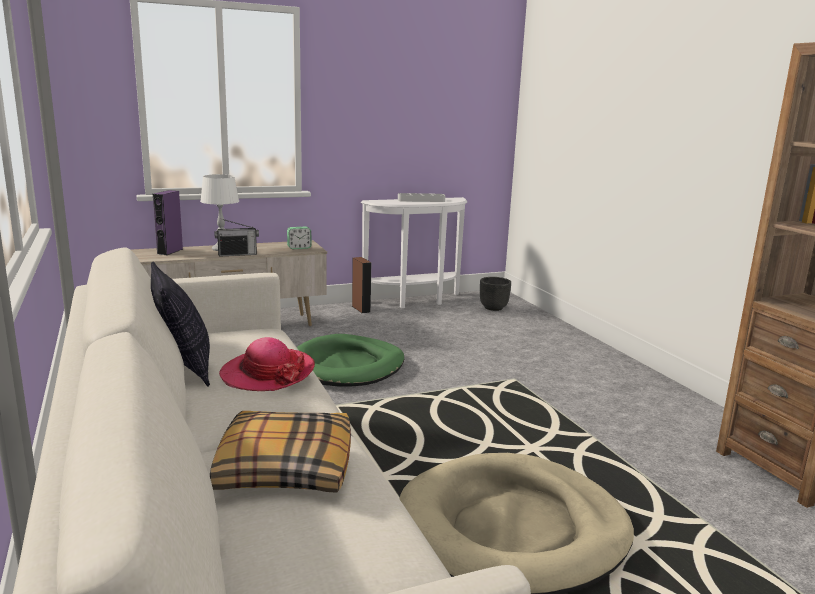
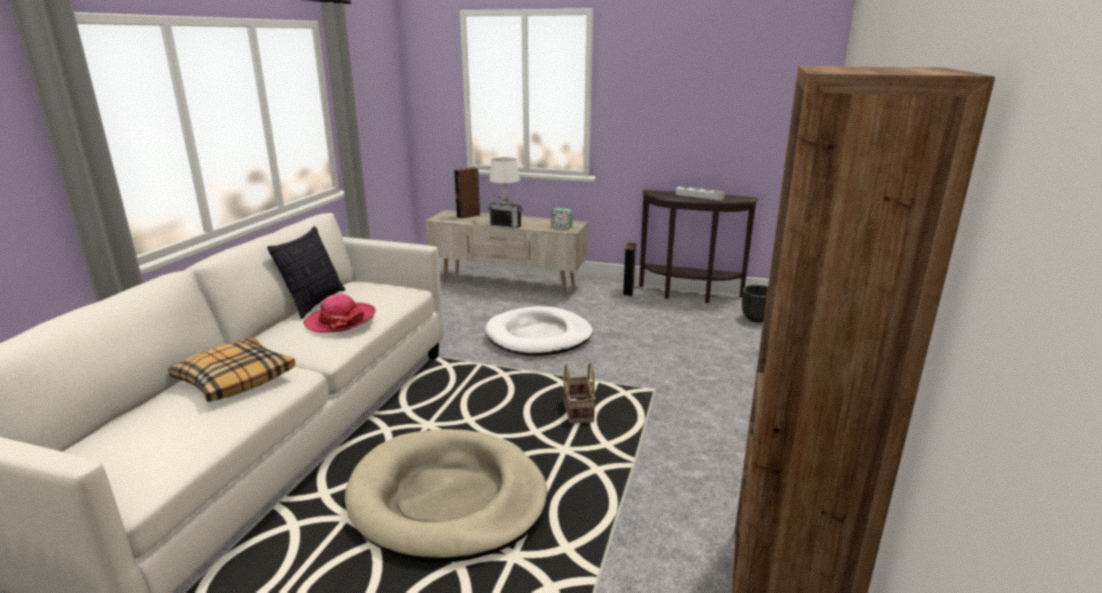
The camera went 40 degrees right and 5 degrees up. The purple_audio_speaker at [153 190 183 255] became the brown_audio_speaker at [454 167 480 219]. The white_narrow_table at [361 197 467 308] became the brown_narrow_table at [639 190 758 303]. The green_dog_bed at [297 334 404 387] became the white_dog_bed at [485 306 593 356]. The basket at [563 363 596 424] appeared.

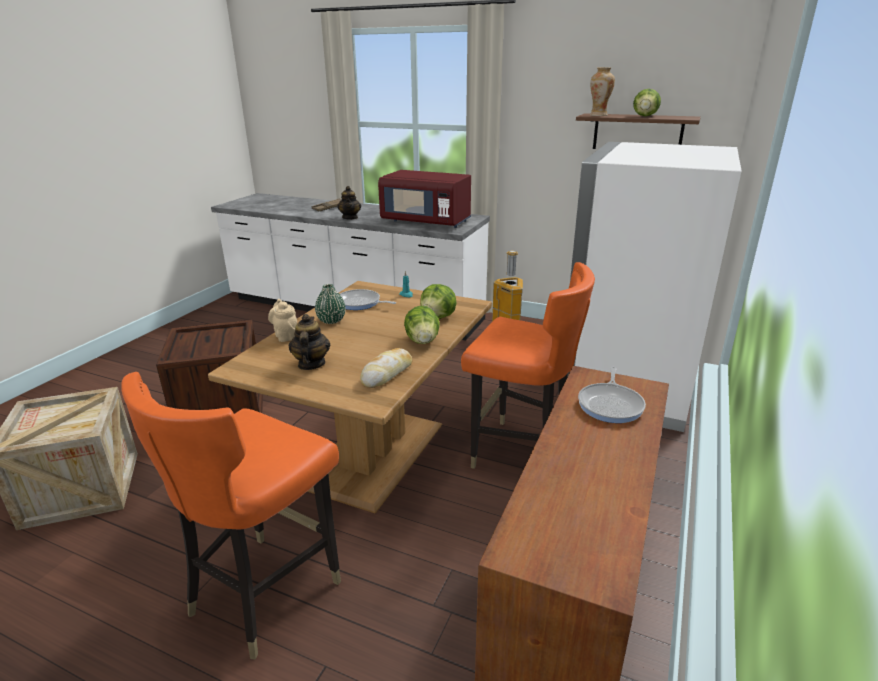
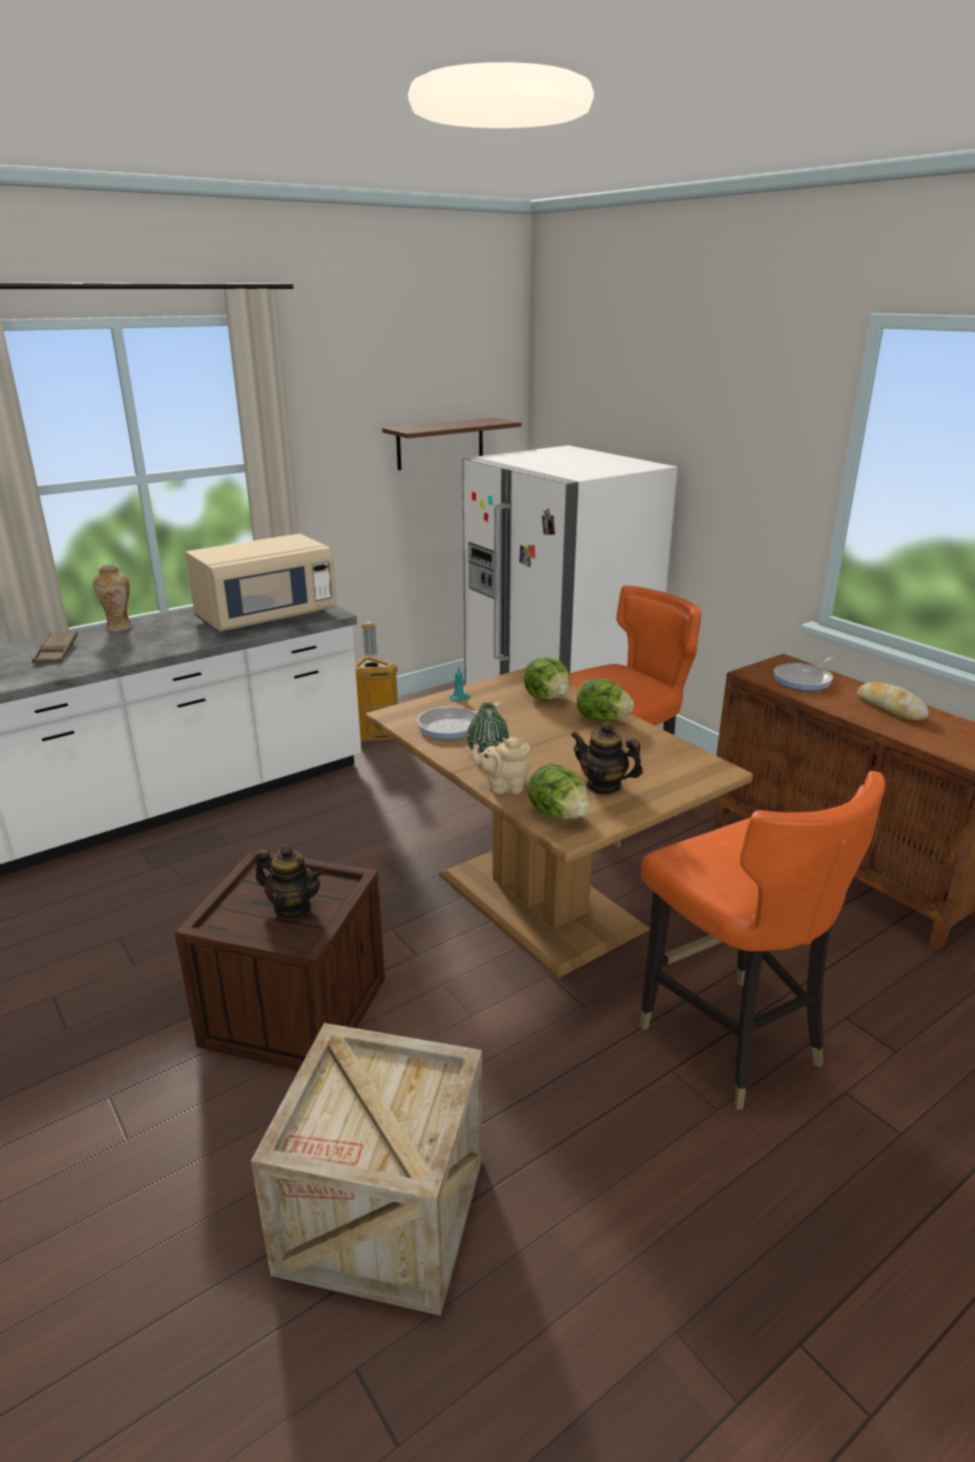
The camera went 60 degrees left and 0 degrees up. The decorative_vase moved from [590 67 615 116] to [93 564 132 631]. The lettuce moved from [633 89 661 116] to [528 763 590 820]. The red_microwave at [378 170 471 228] became the sand-coloured_microwave at [185 534 337 632]. The teapot moved from [337 186 361 220] to [255 845 323 917]. The bread moved from [360 348 413 388] to [857 682 929 721]. The skillet at [578 367 646 423] turned 90 degrees clockwise.

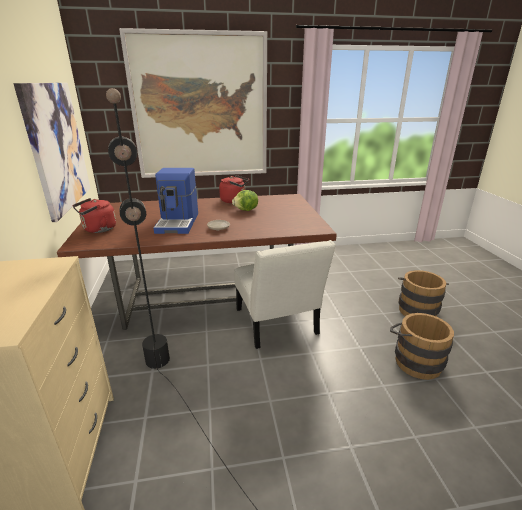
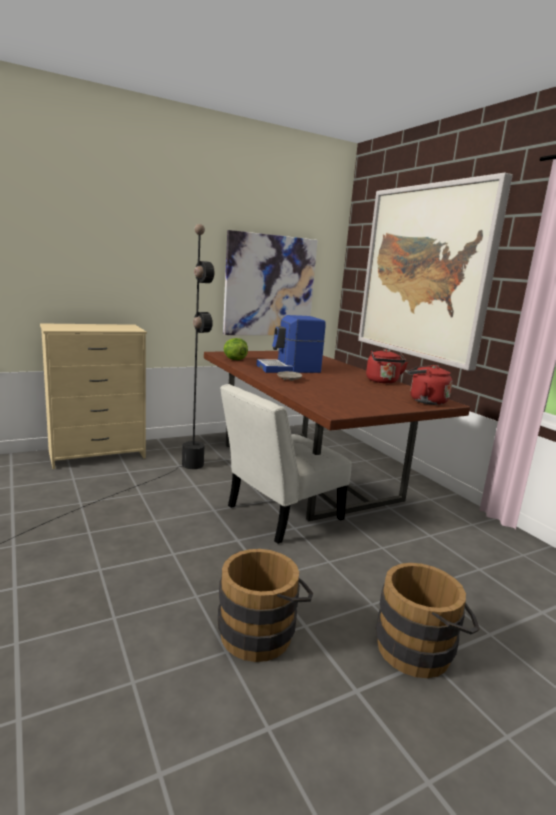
The camera went 70 degrees right and 10 degrees down. The lettuce moved from [232 190 258 211] to [224 338 248 360]. The red_kettle moved from [73 198 116 233] to [408 365 452 405].

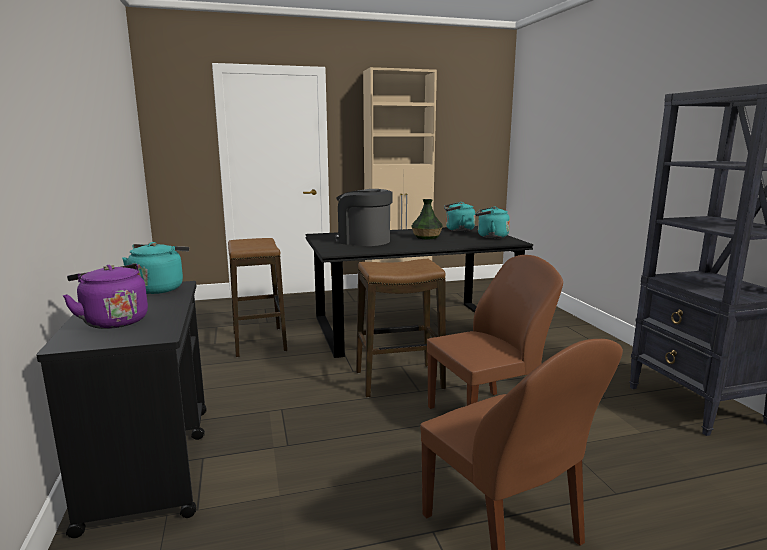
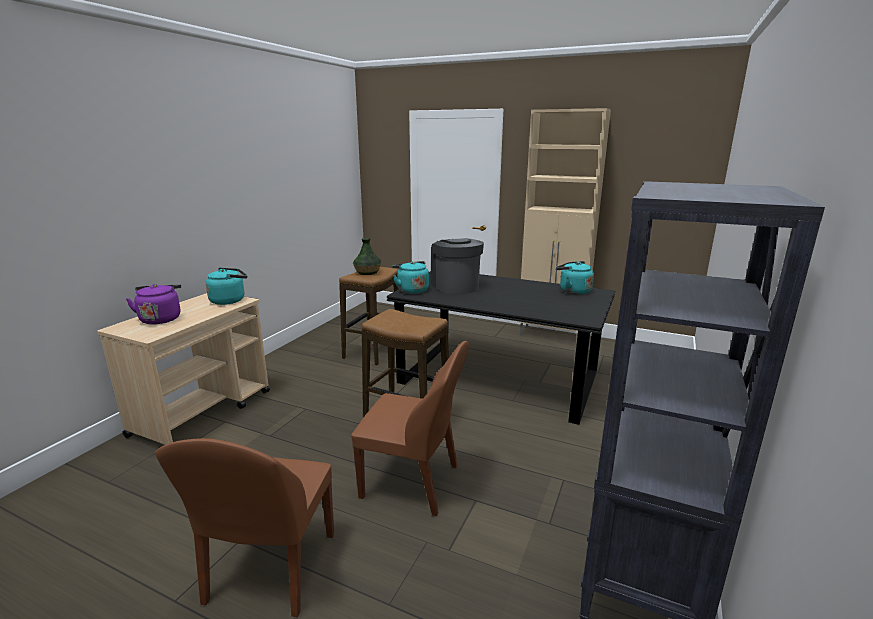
The camera went 40 degrees right and 5 degrees up. The decorative_vase moved from [411 199 443 239] to [353 238 381 275]. The blue-green_kettle moved from [475 207 510 238] to [392 261 429 294]. The blackish_wheeled_cart at [36 281 207 538] became the sand-coloured_wheeled_cart at [97 293 270 445].

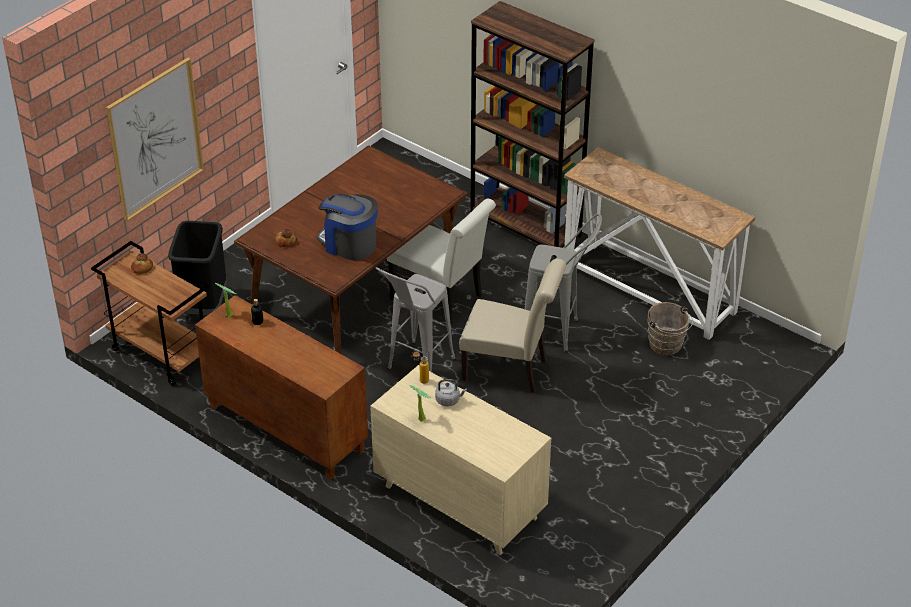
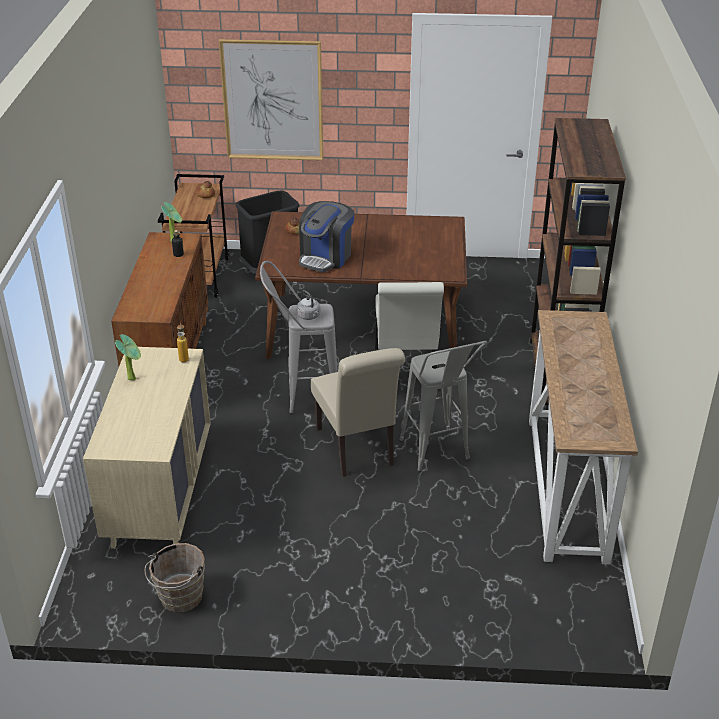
The camera went 55 degrees right and 5 degrees down. The coffee_brewer at [317 194 378 260] turned 150 degrees counterclockwise. The brown_bucket moved from [647 302 693 355] to [145 543 205 612]. The grey_kettle moved from [435 379 467 406] to [297 290 320 320].

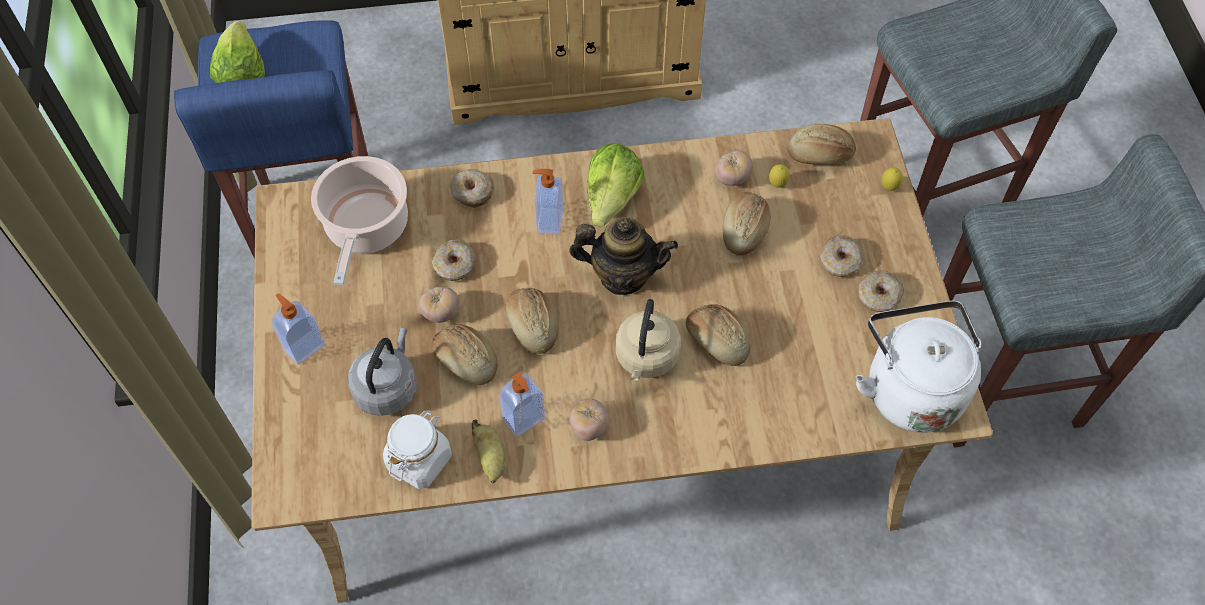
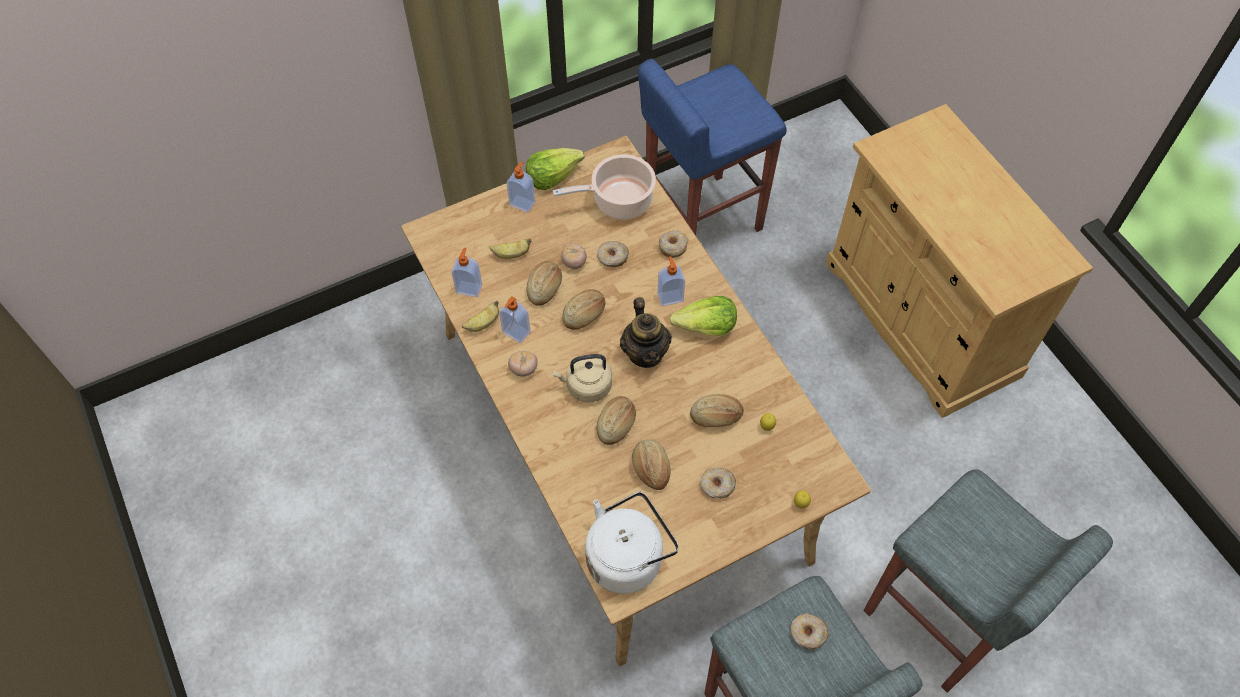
The camera went 70 degrees right and 0 degrees up. The lettuce moved from [210 21 265 83] to [526 148 584 190]. The bread moved from [787 124 856 165] to [632 440 671 490]. The whole_tomato at [715 151 752 186] disappeared. The ring_doughnut moved from [858 271 904 312] to [790 613 829 649]. The grey_kettle at [348 328 417 416] was replaced by the banana_fruit at [489 238 532 259]. The white_jar at [383 411 452 489] was replaced by the soap_bottle at [452 248 482 297].

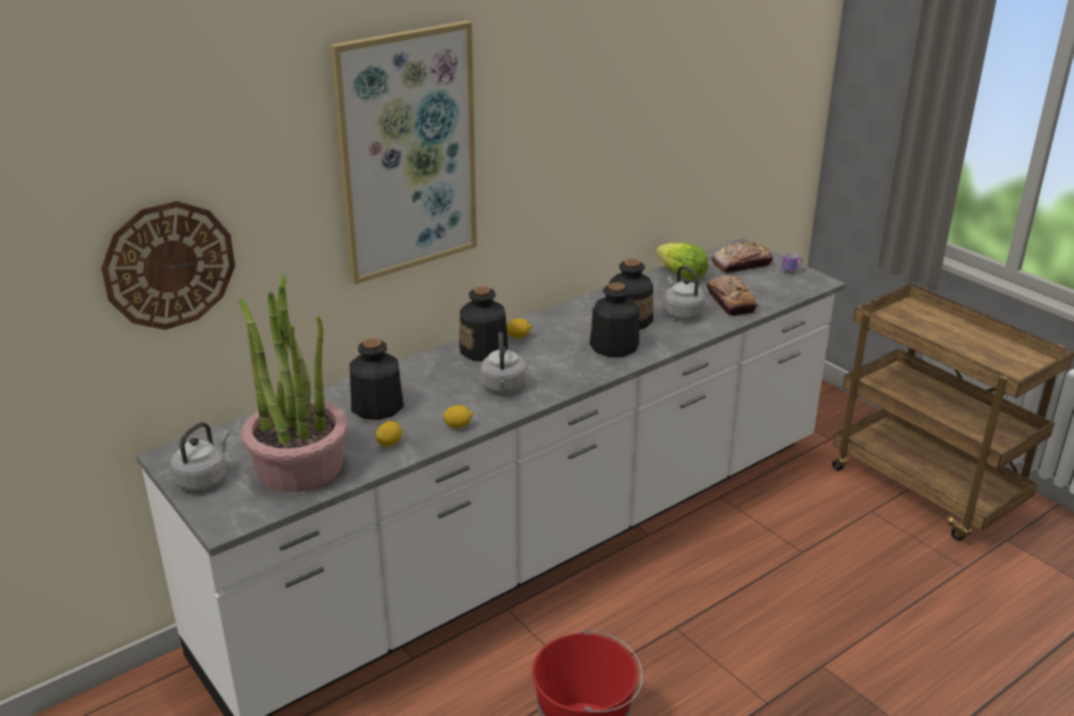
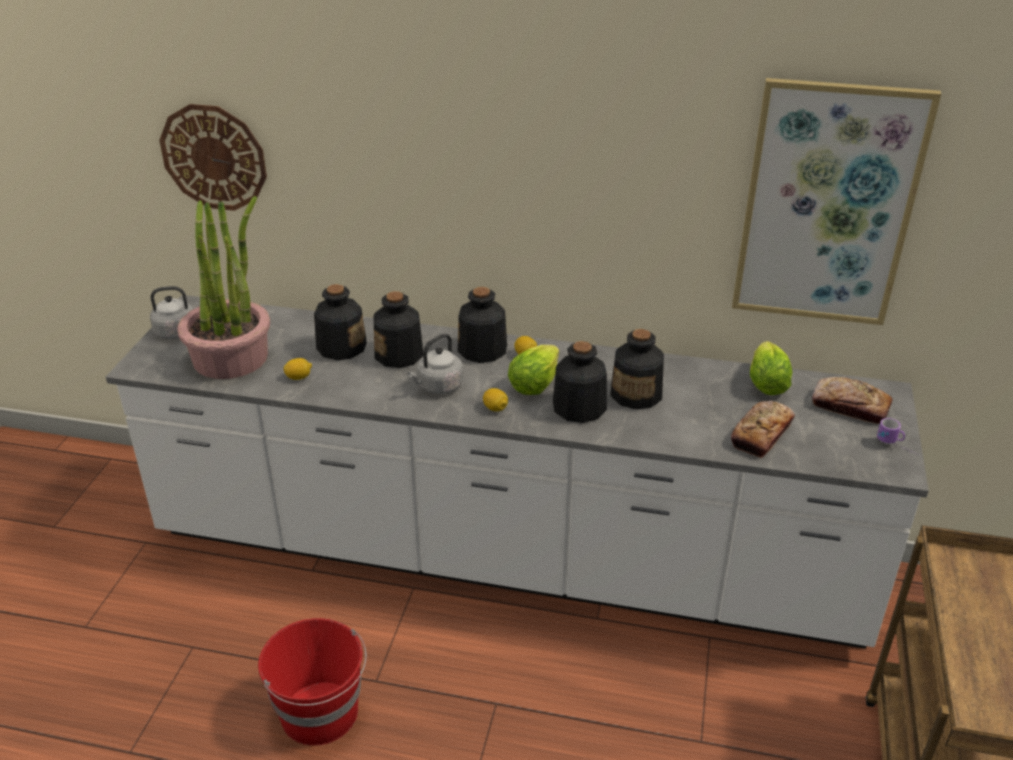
The camera went 50 degrees right and 5 degrees up. The wall_picture moved from [330 20 477 284] to [732 78 941 325]. The grey_kettle at [664 266 706 320] disappeared. The citrus_fruit moved from [443 405 473 429] to [483 388 508 412]. The beverage_bottle at [374 291 423 368] appeared. The lettuce at [508 345 559 395] appeared.

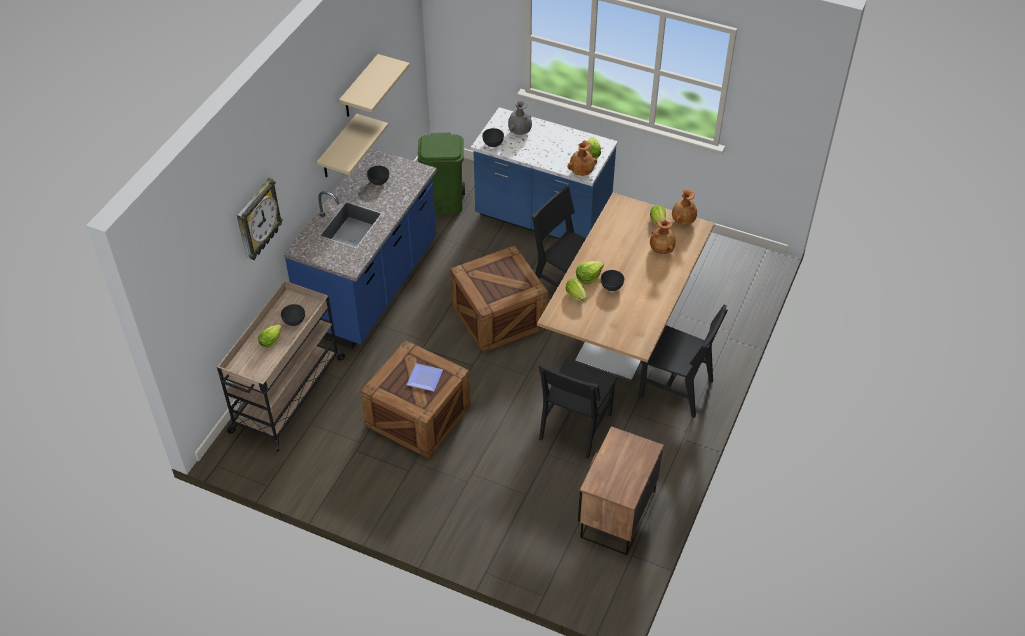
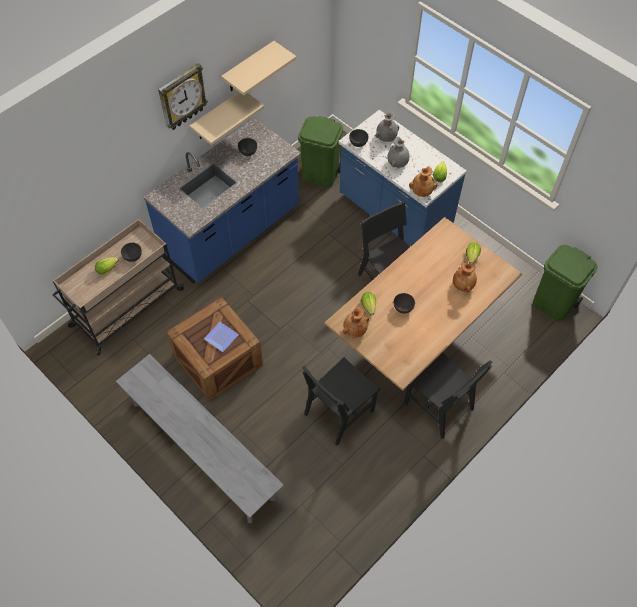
The camera went 20 degrees right and 10 degrees up. The clock_on_the_wall moved from [237 178 283 260] to [158 63 208 130]. The brown_decorative_vase moved from [672 189 697 225] to [343 306 369 338]. The crate at [450 245 548 353] disappeared. The lettuce at [576 261 604 285] disappeared. The nightstand at [578 426 664 555] disappeared. The grey_decorative_vase at [387 137 409 168] appeared. The green_rubbish_bin at [533 245 598 321] appeared. The grey_bench at [116 354 284 523] appeared.

